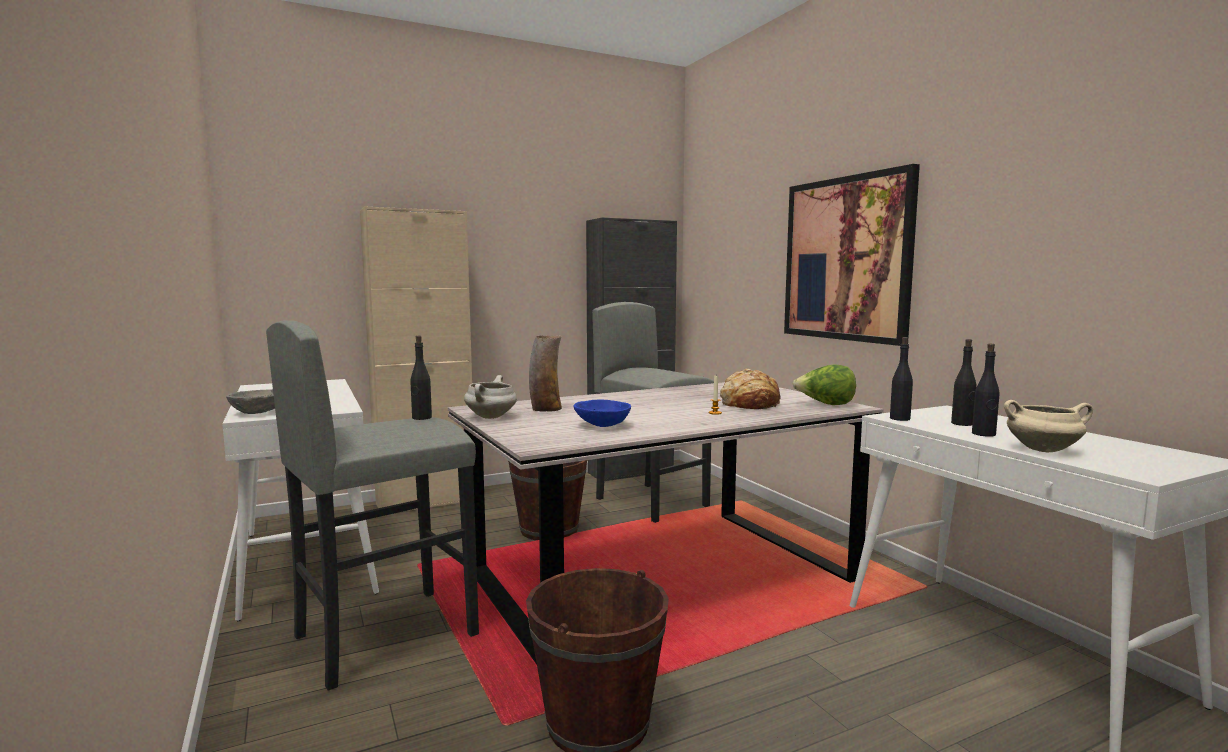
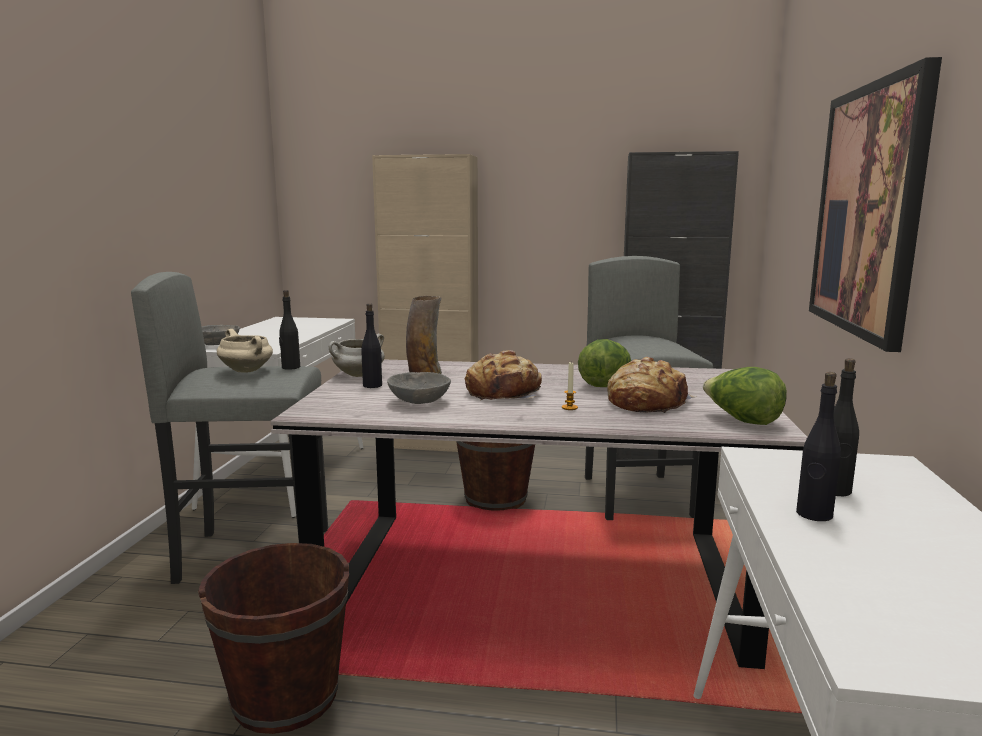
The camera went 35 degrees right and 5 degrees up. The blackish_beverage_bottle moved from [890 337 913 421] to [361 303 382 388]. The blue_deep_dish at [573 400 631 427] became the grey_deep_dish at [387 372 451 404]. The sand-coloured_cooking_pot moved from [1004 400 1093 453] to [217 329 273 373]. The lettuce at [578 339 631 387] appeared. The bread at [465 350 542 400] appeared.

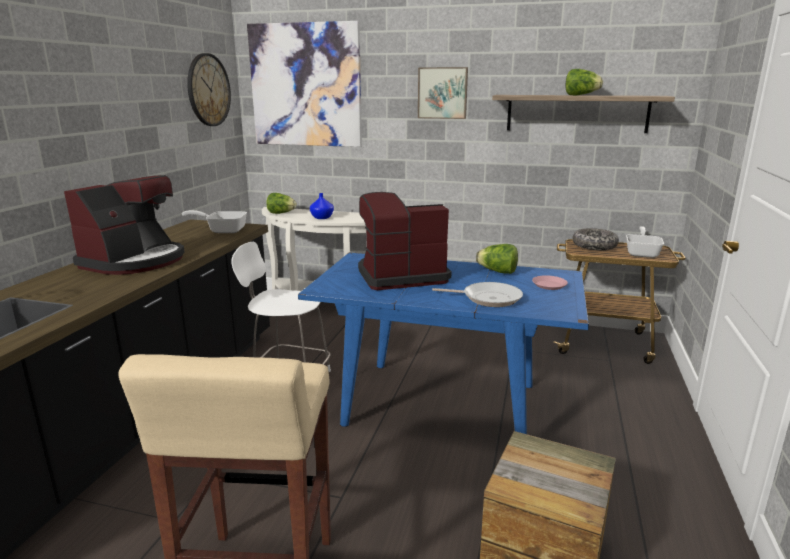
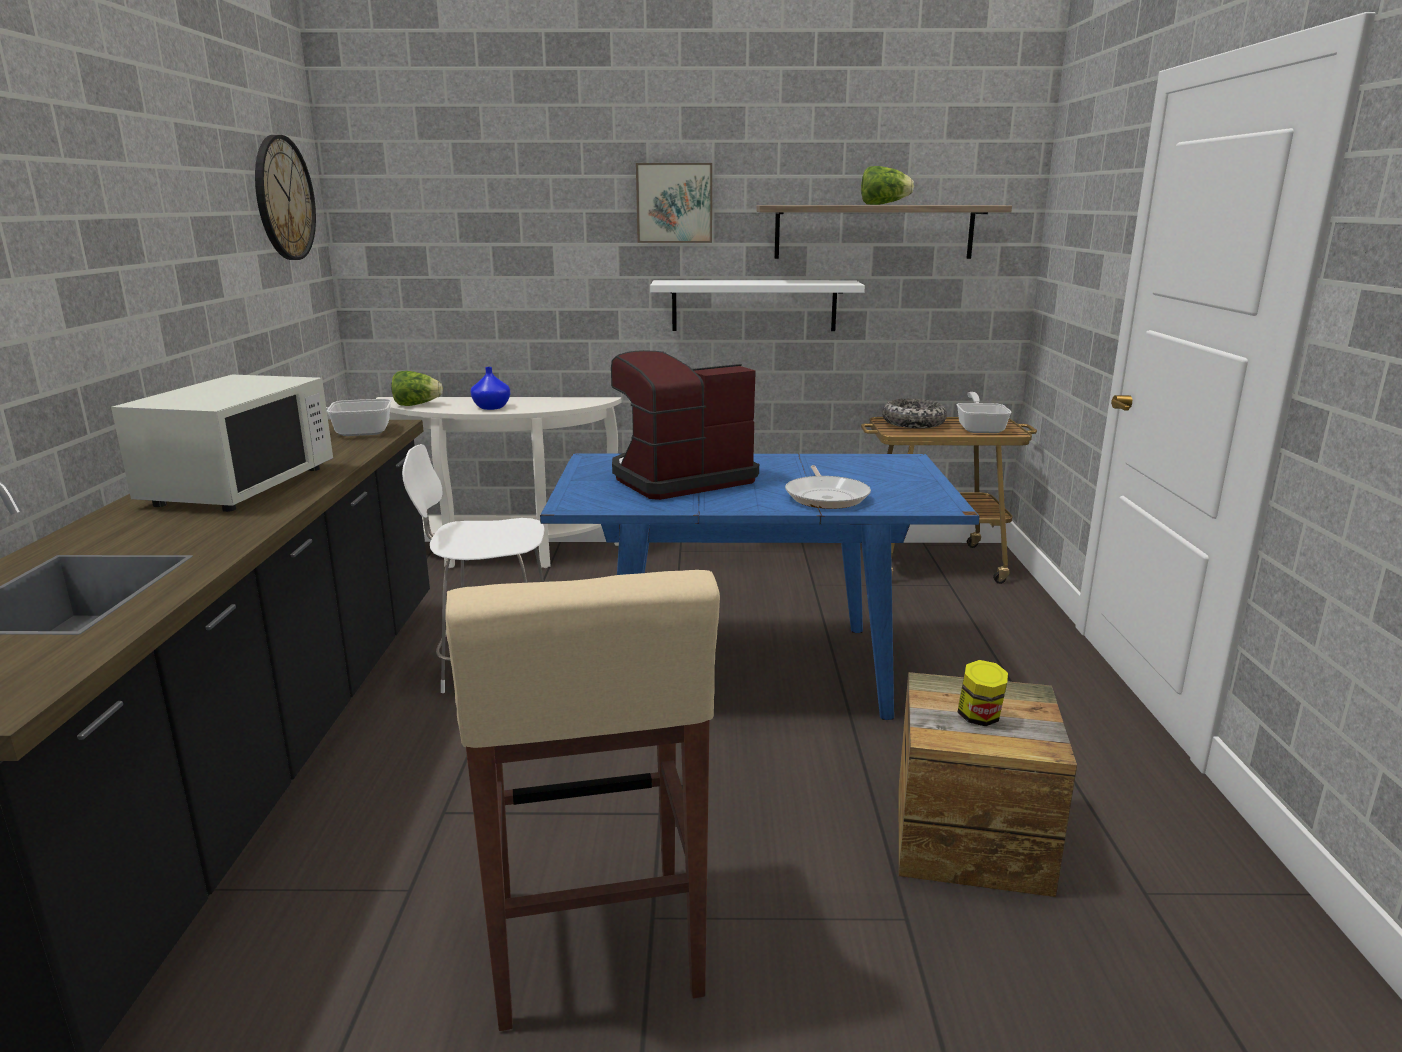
The camera went 15 degrees left and 0 degrees up. The wall_picture at [247 21 362 147] disappeared. The coffee_brewer at [64 175 185 275] was replaced by the white_microwave at [111 375 333 512]. The lettuce at [476 244 518 274] disappeared. The pinkish_plate at [532 275 568 290] disappeared. The skillet at [432 282 523 307] turned 90 degrees clockwise. The white_wall_shelf at [650 280 865 331] appeared. The jar at [957 660 1008 726] appeared.

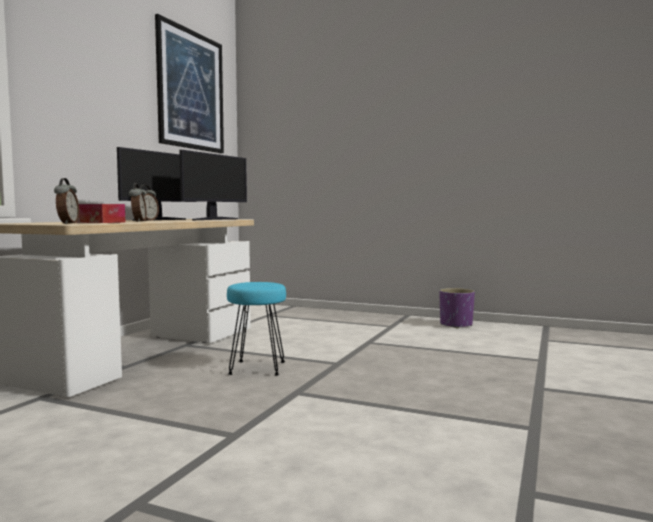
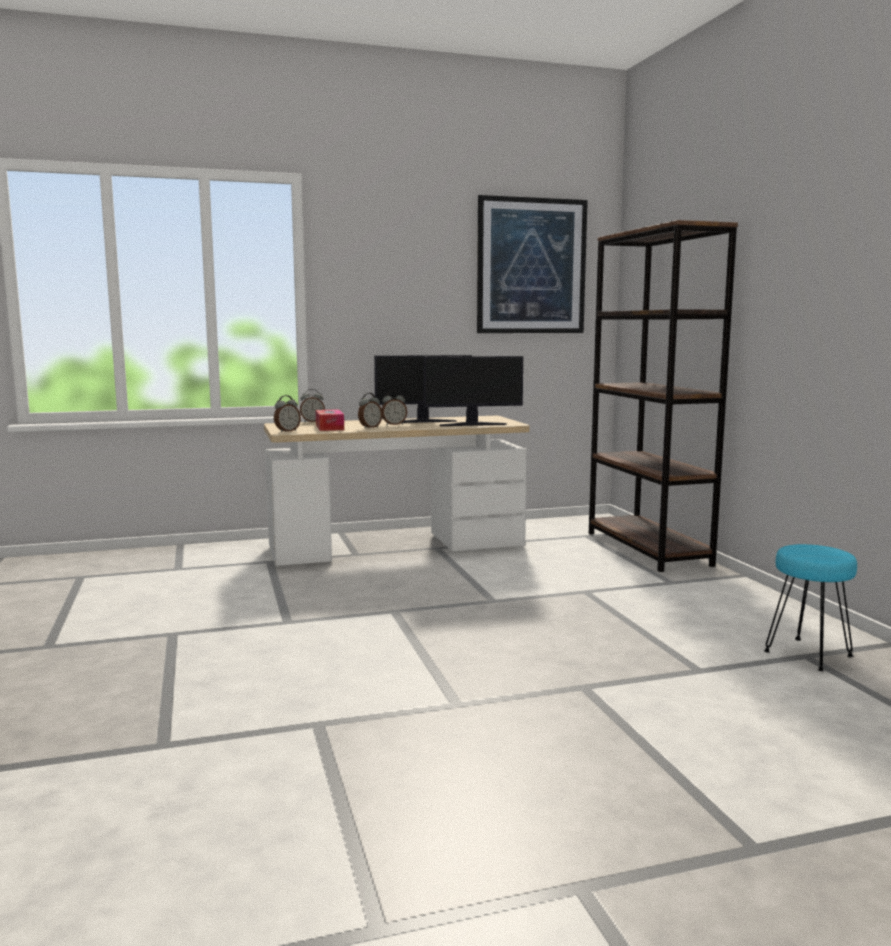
The camera went 50 degrees right and 5 degrees up. The blue-green_stool moved from [227 282 286 376] to [764 544 857 671]. The purple_planter at [440 288 475 329] disappeared. The brown_bookcase at [589 220 738 572] appeared. The bedside_clock at [300 389 325 422] appeared.

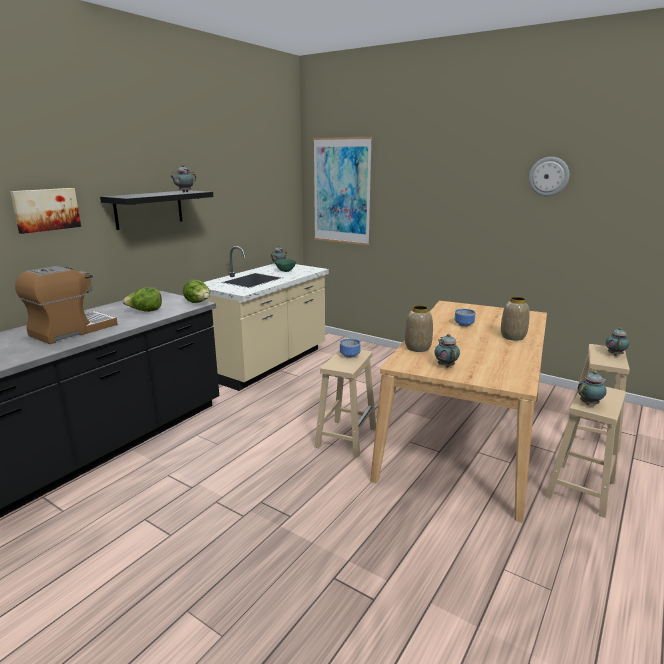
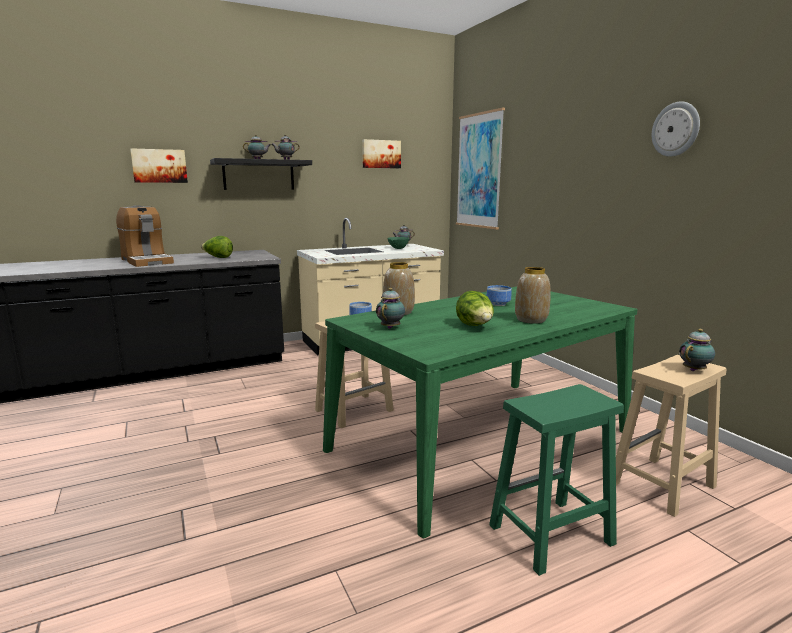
The camera went 30 degrees right and 5 degrees down. The coffee_brewer at [15 266 118 344] turned 75 degrees clockwise. The lettuce moved from [183 279 210 303] to [456 291 494 326]. The sand-coloured_dining_table at [370 301 547 522] became the green_dining_table at [323 287 638 538]. The teapot moved from [578 371 607 405] to [243 135 271 159]. The sand-coloured_stool at [545 387 626 518] became the green_stool at [489 384 624 576]. The wall_picture at [362 139 401 168] appeared.

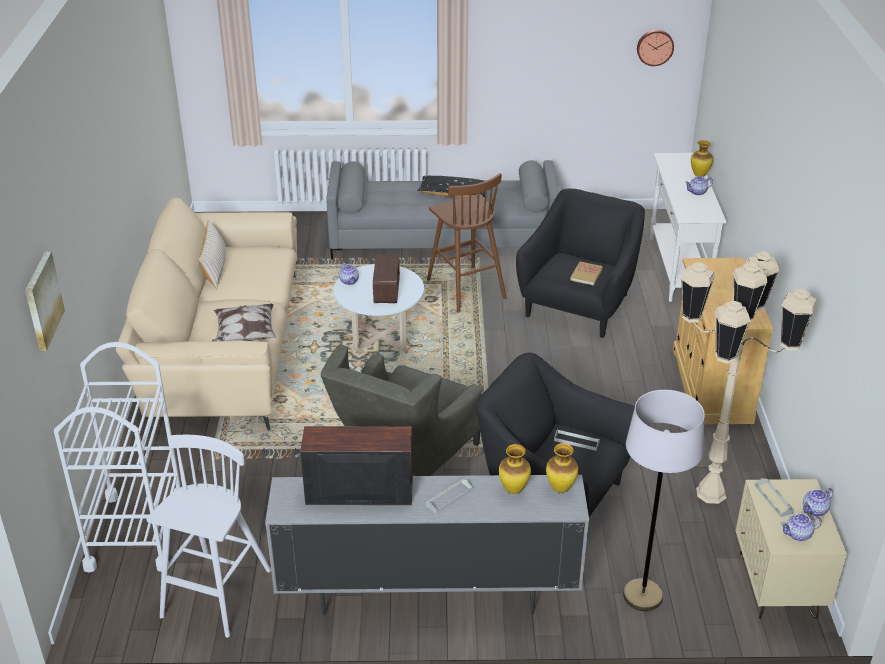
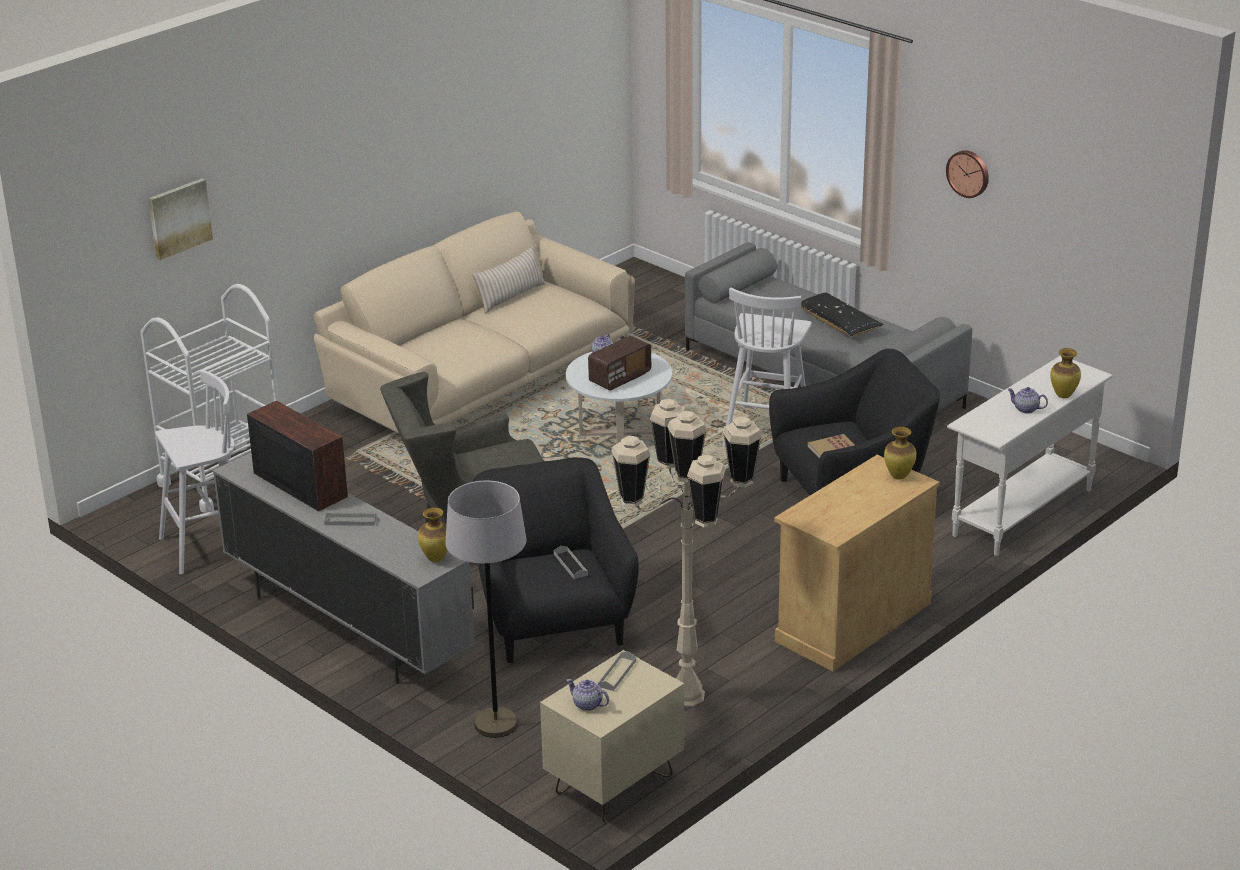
The camera went 45 degrees right and 5 degrees down. The clock_on_the_wall moved from [637 30 674 66] to [946 150 989 198]. The brown_stool at [427 173 507 313] became the white_stool at [722 288 812 447]. The pillow at [212 304 277 341] disappeared. The decorative_vase moved from [499 444 531 494] to [884 427 916 480]. The teapot at [802 488 833 516] disappeared.

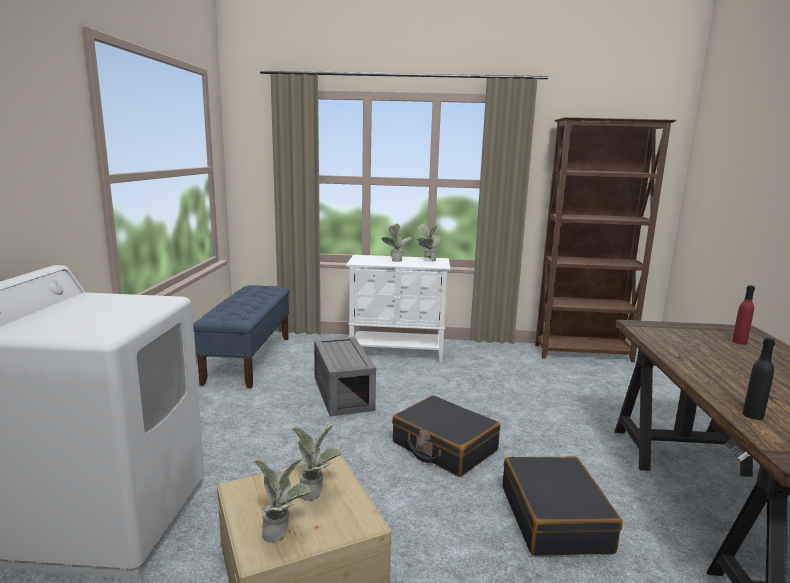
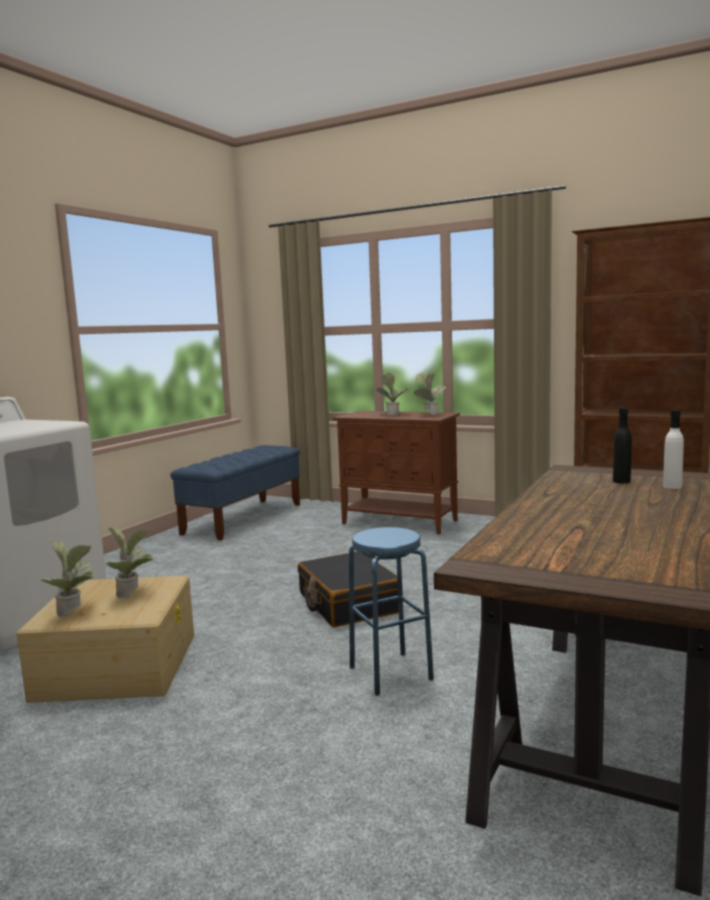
The camera went 25 degrees right and 5 degrees down. The white_storage_cabinet at [346 255 451 363] became the brown_storage_cabinet at [333 411 460 535]. The red_beverage_bottle at [732 285 755 345] became the white_beverage_bottle at [663 410 684 489]. The grey_storage_box at [314 337 376 416] disappeared. The blackish_beverage_bottle moved from [742 338 775 420] to [613 408 632 484]. The blackish_suitcase at [503 456 623 556] was replaced by the blue_stool at [349 527 434 696].

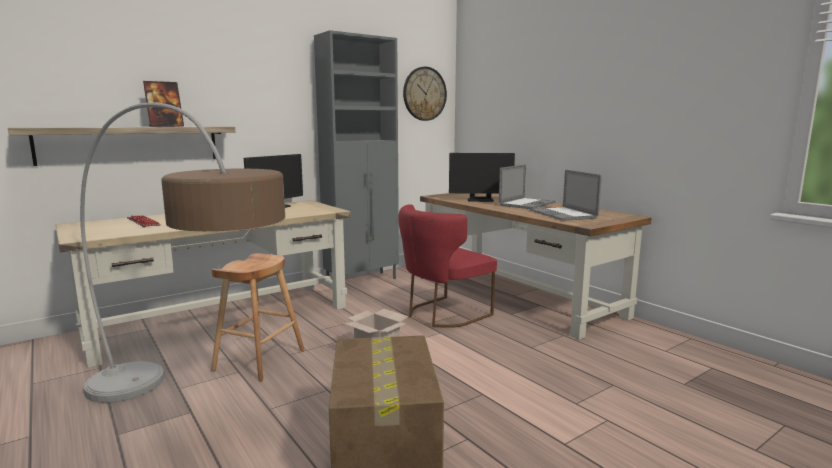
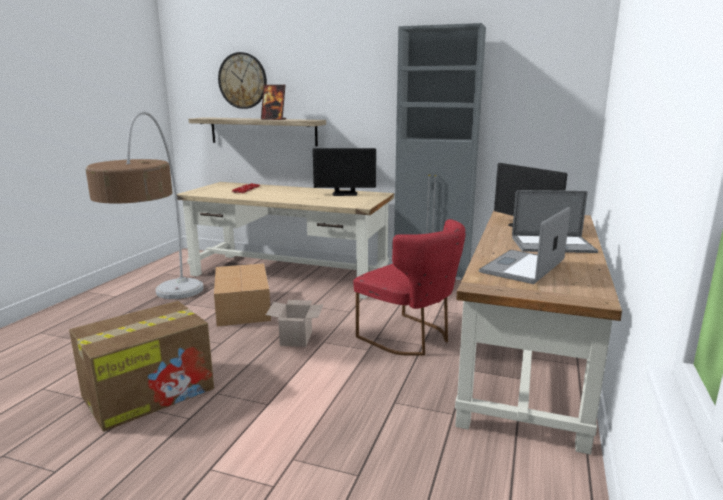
The camera went 55 degrees right and 5 degrees up. The clock_on_the_wall moved from [403 67 447 121] to [218 52 267 109]. The red_chair at [398 204 497 328] turned 150 degrees counterclockwise. The brown_stool at [211 253 304 382] was replaced by the cardboard_box at [214 263 271 326].

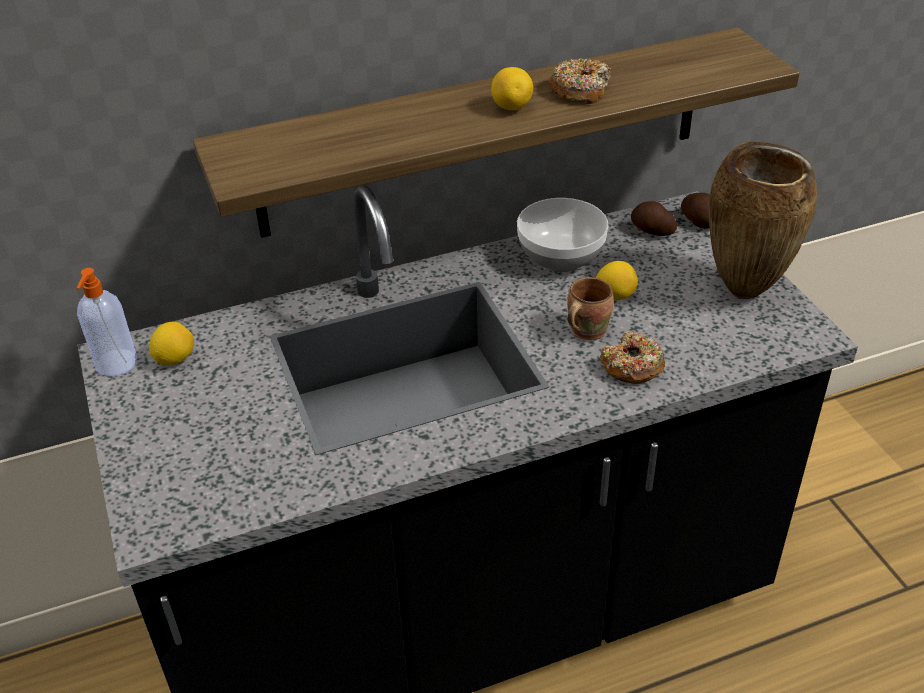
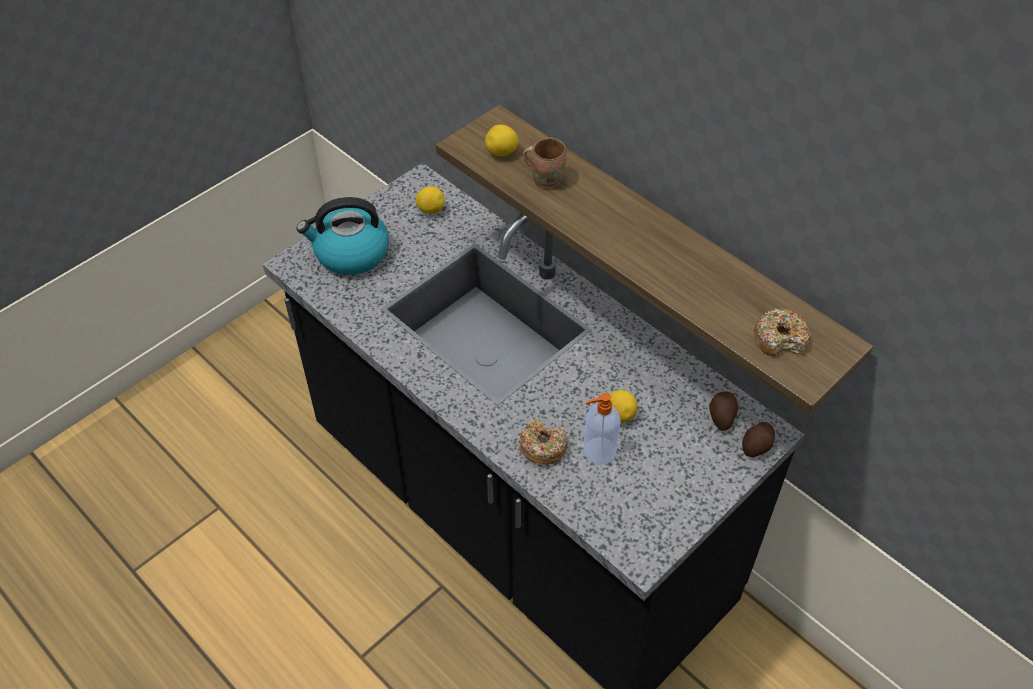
The camera went 65 degrees right and 10 degrees up. The ring_doughnut moved from [549 58 611 104] to [754 309 810 357]. The citrus_fruit moved from [491 67 533 110] to [485 125 518 156]. The brown_decorative_vase at [709 141 817 299] disappeared. The deep_dish at [517 198 609 272] disappeared. The soap_bottle moved from [77 268 137 376] to [583 393 621 465]. The brown_coffee_mug moved from [567 277 614 340] to [523 137 566 189]. The kettle at [297 197 389 275] appeared.

